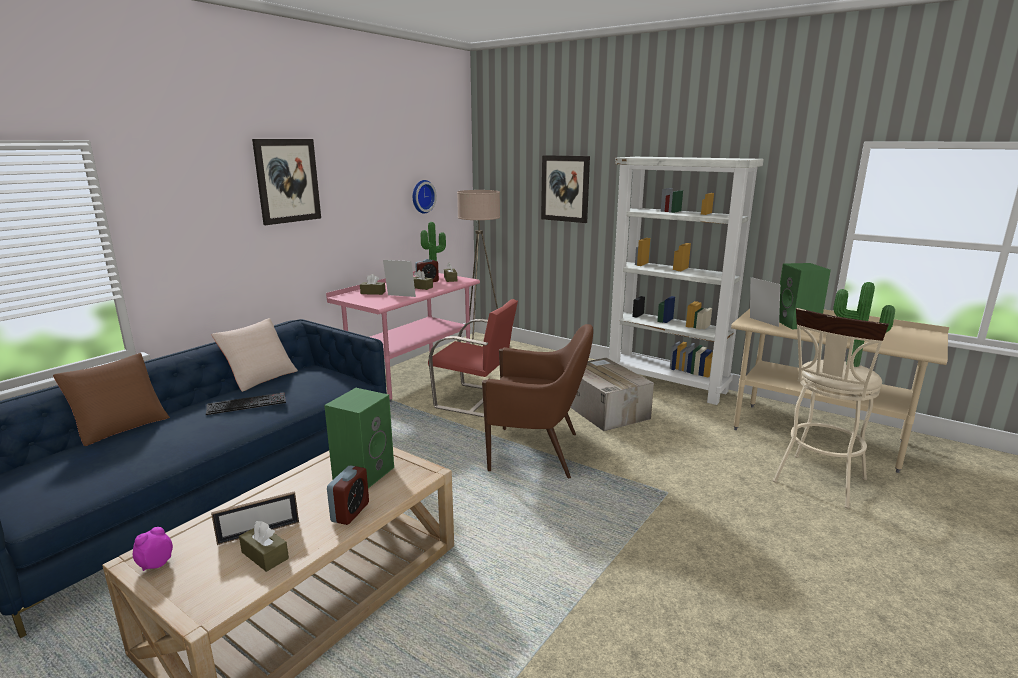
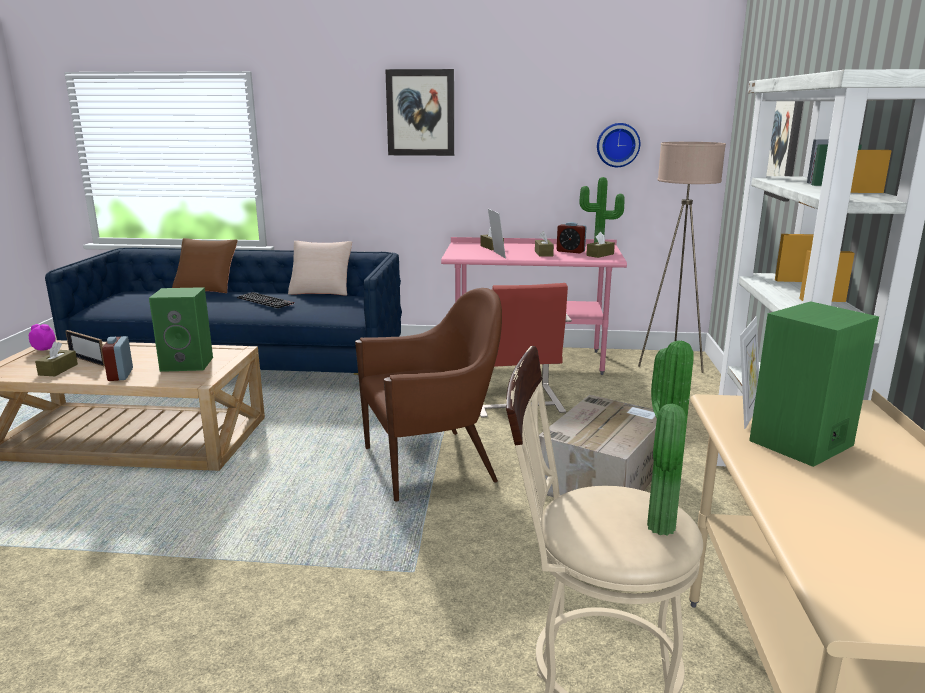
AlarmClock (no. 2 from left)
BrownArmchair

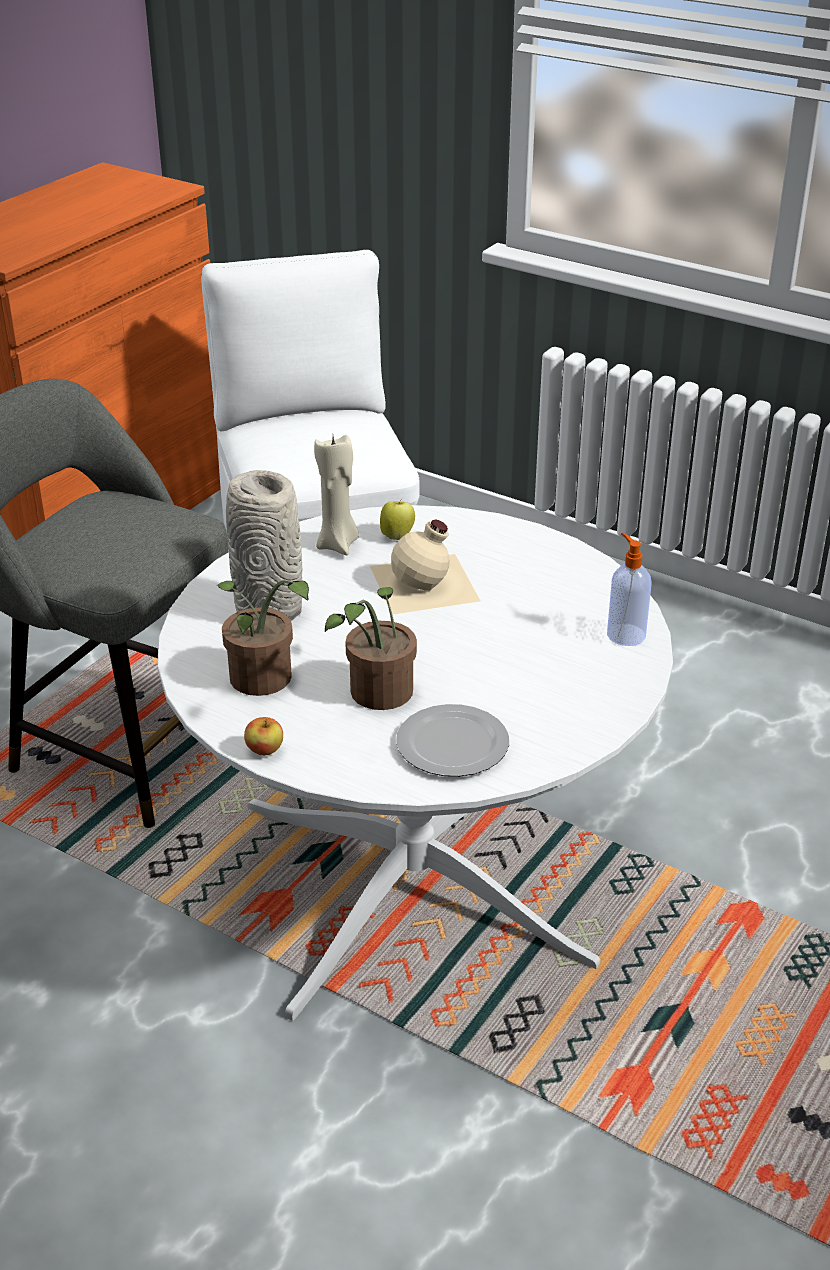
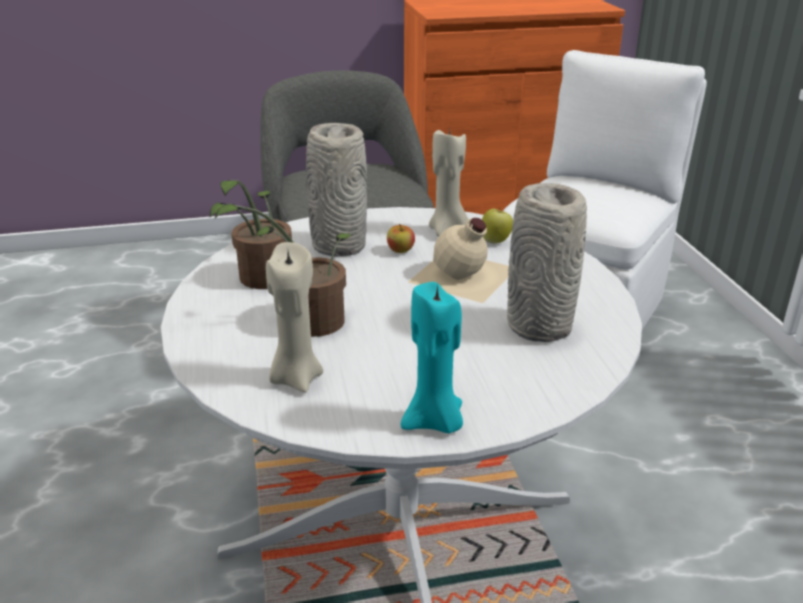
BeigeCandle (no. 1 from left)
Apple (no. 1 from left)
TurquoiseCandle
GreyVase (no. 2 from left)
SoapDispenser

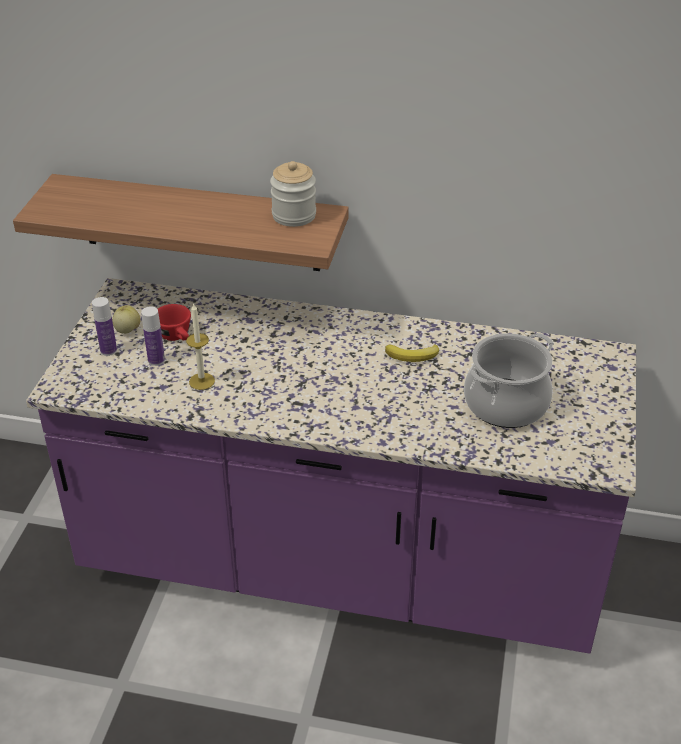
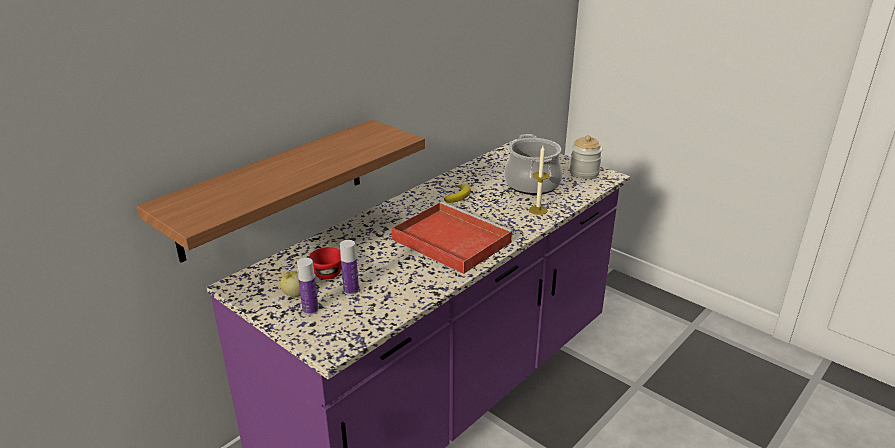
RedTray
Candle
Jar

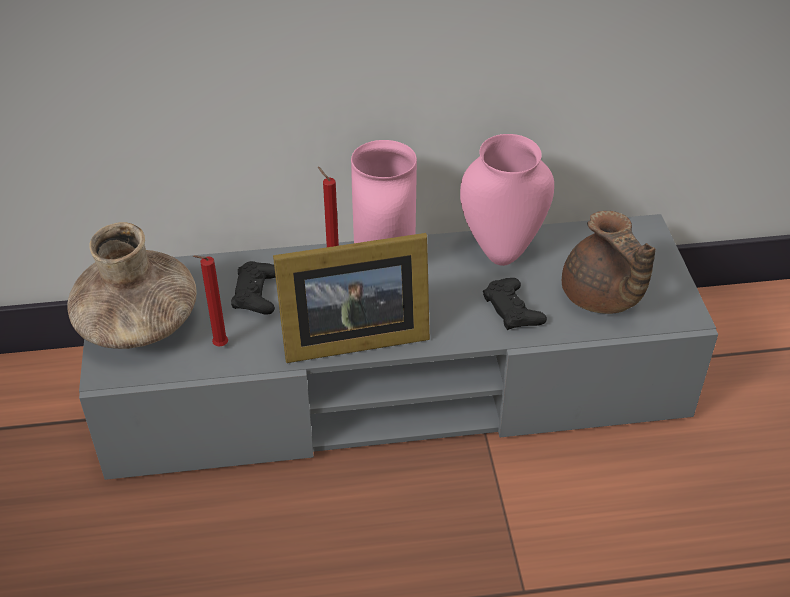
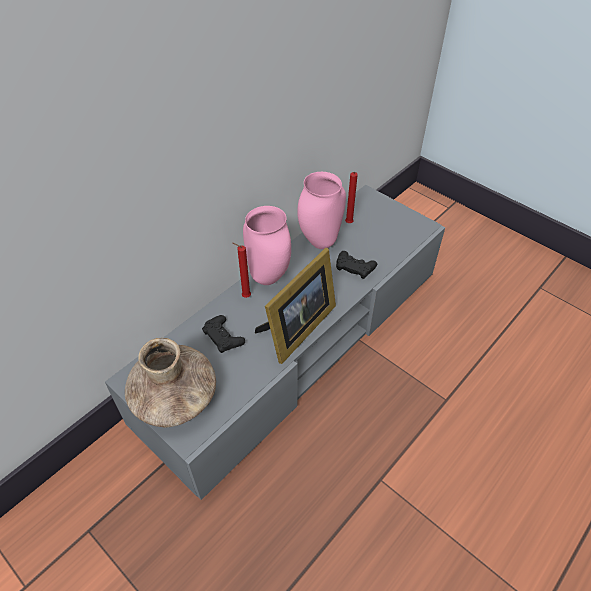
RedCandle (no. 2 from left)
BrownTeapot

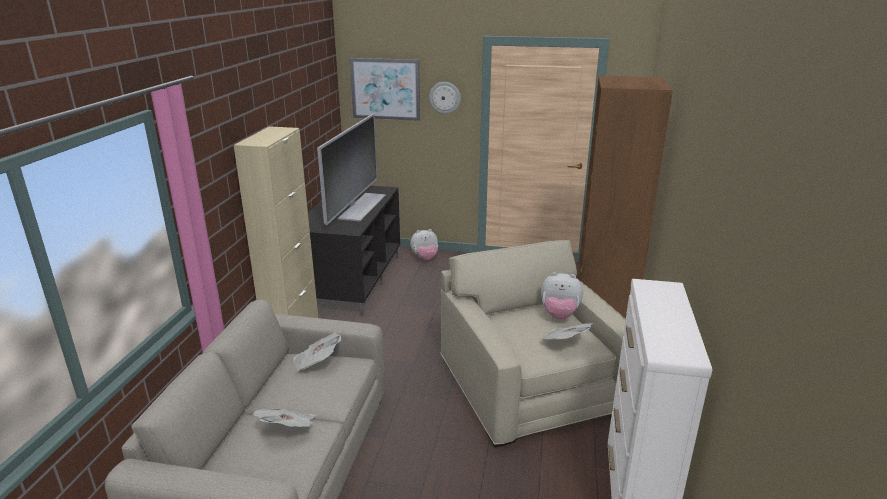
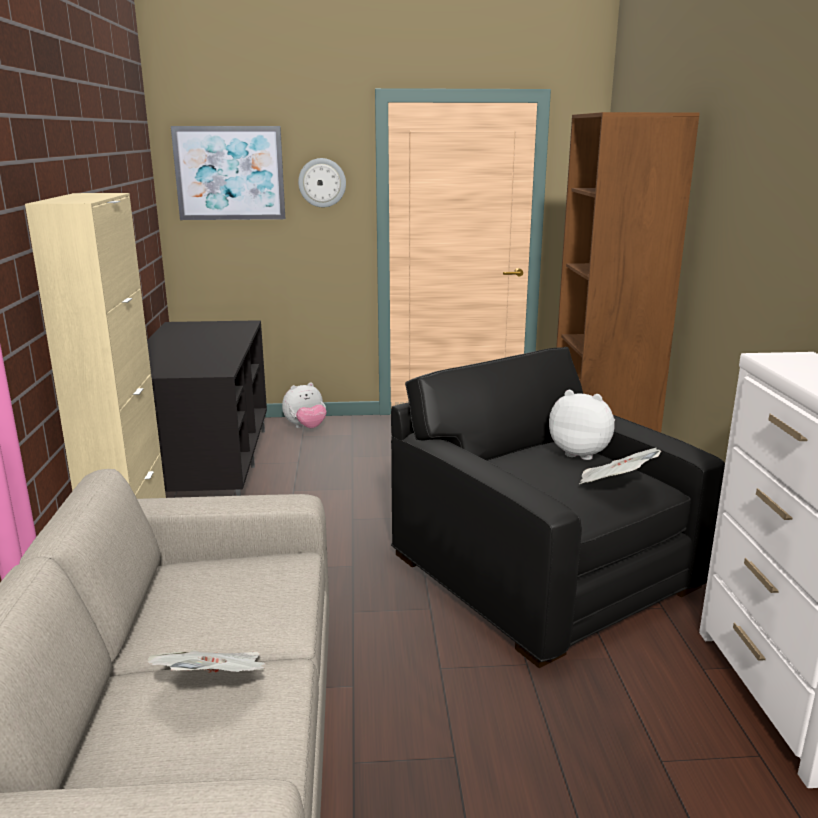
BlackArmchair
PlushToy (no. 2 from left)
Newspaper (no. 2 from left in the first image)
Television

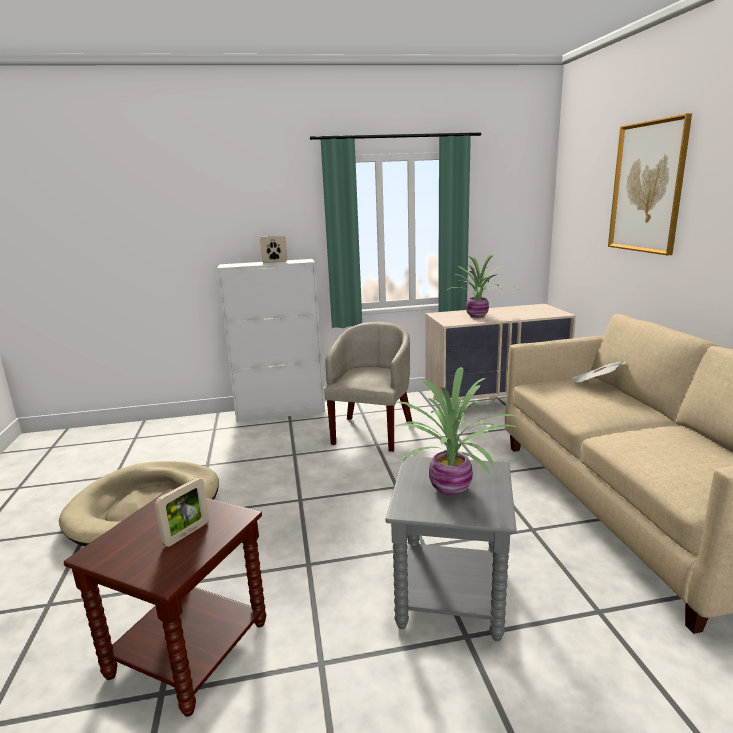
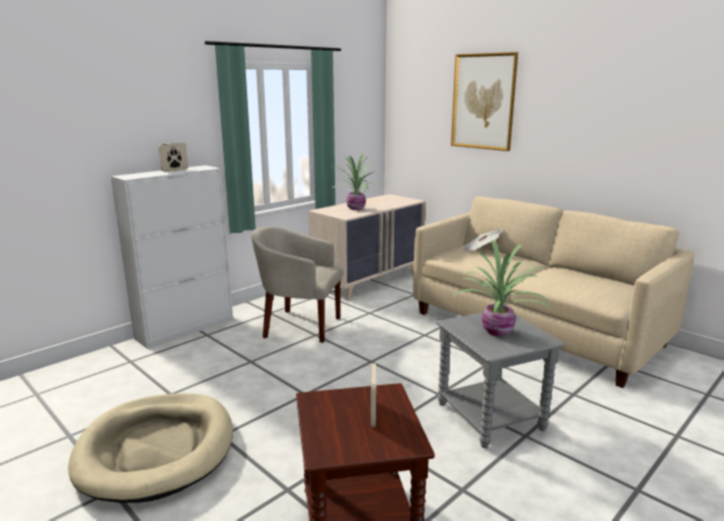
BeigeArmchair

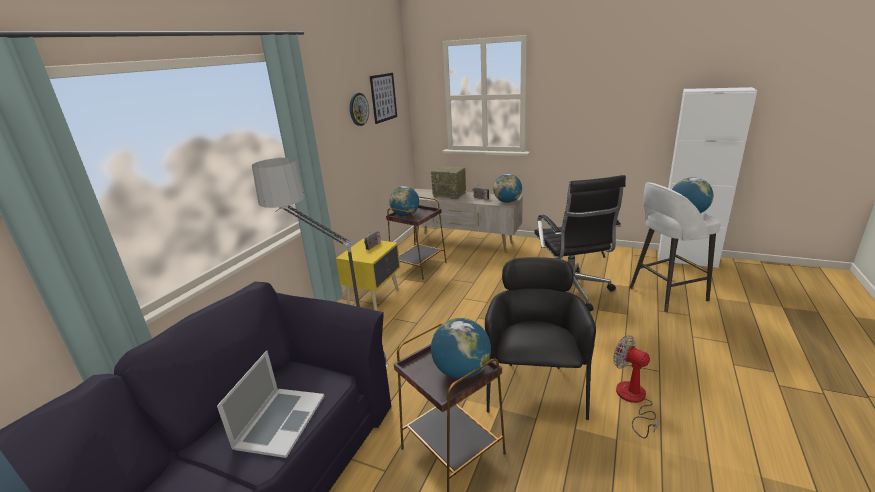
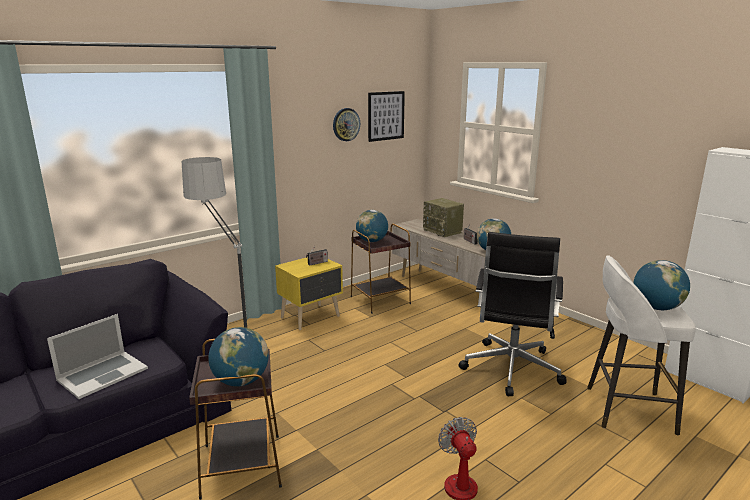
BlackArmchair

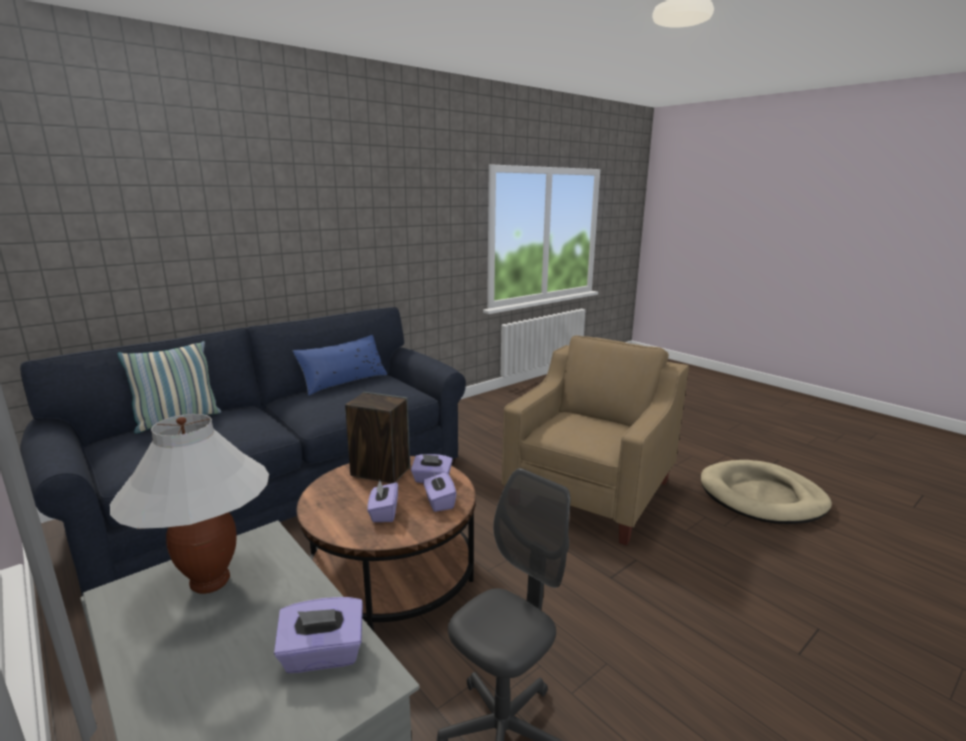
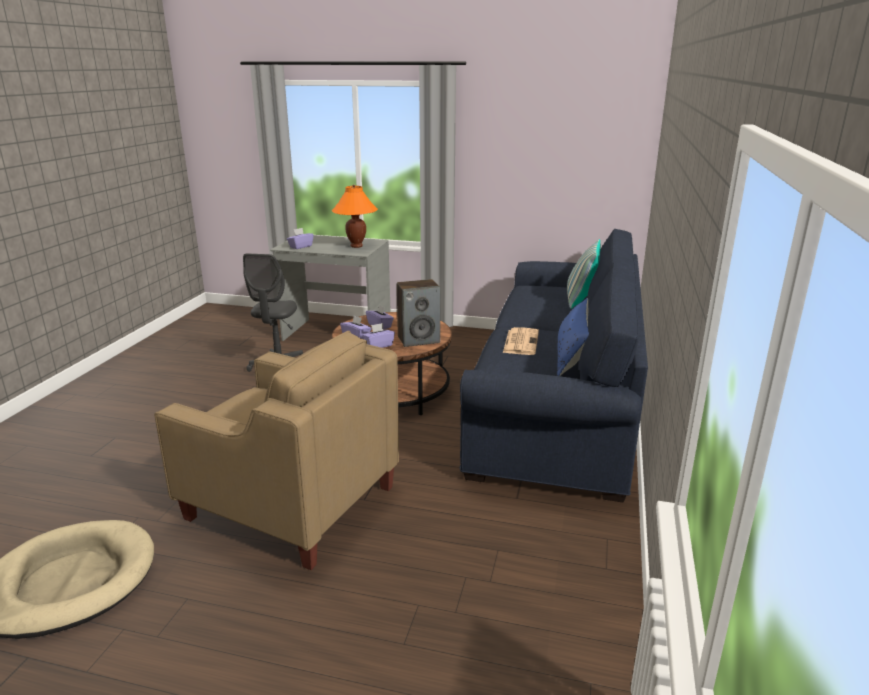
BeigeArmchair
OrangeTableLamp
Newspaper

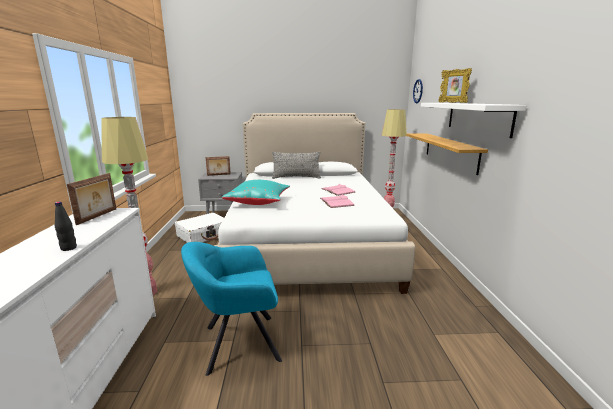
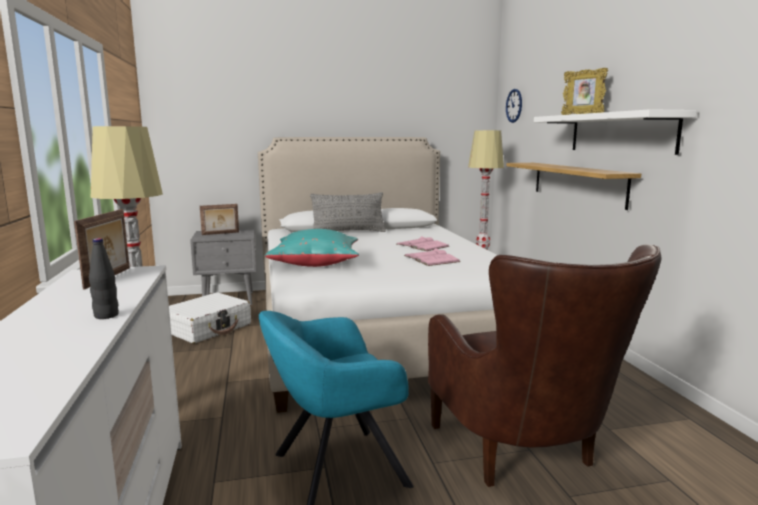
BrownArmchair

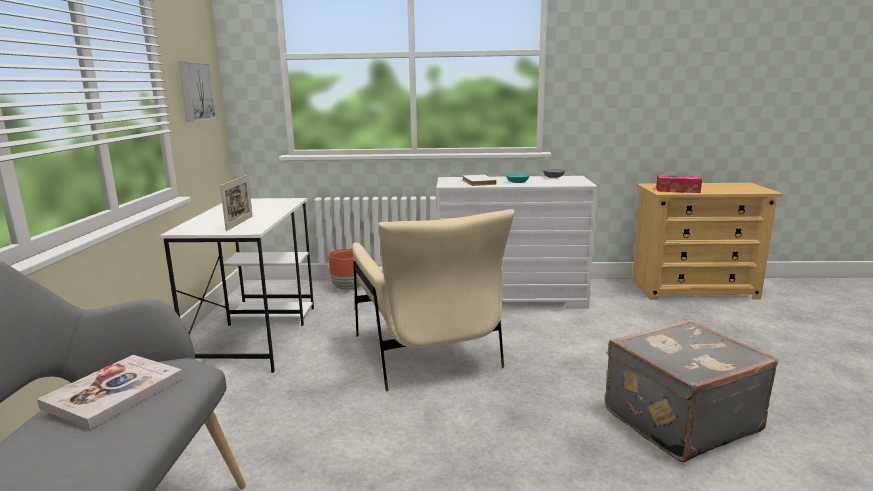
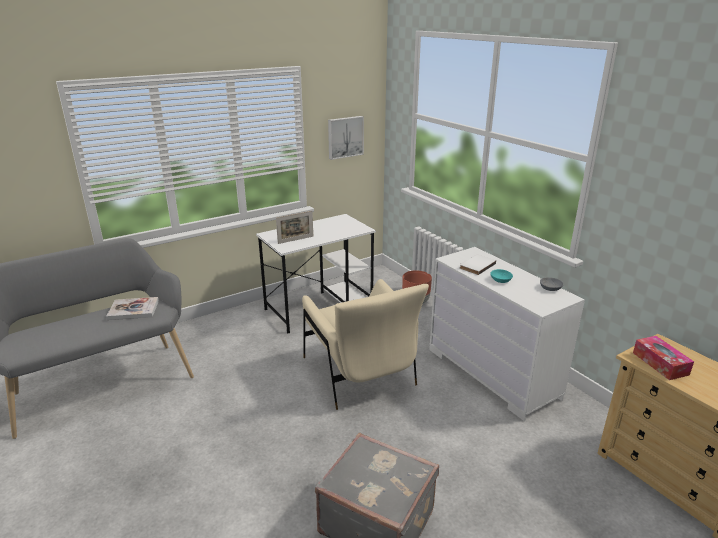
BeigeArmchair

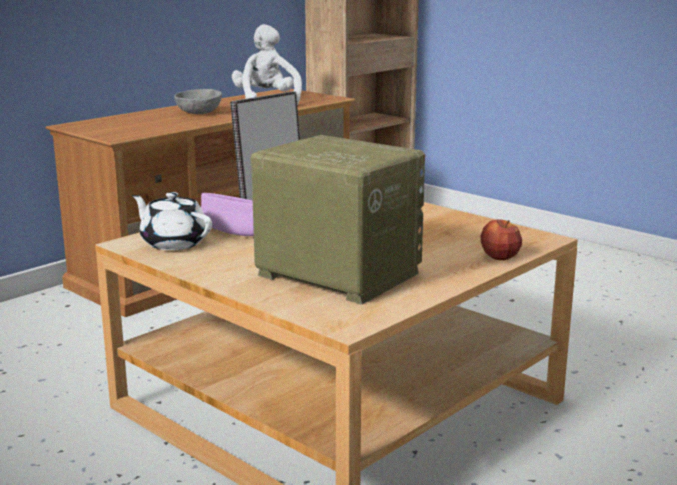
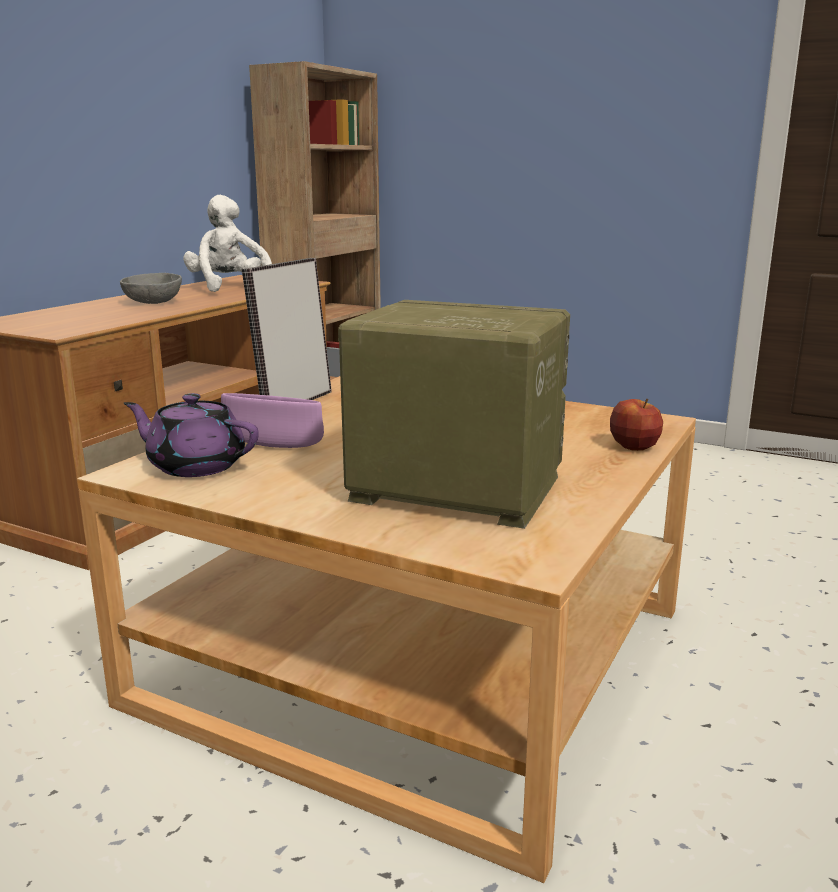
PurpleTeapot

